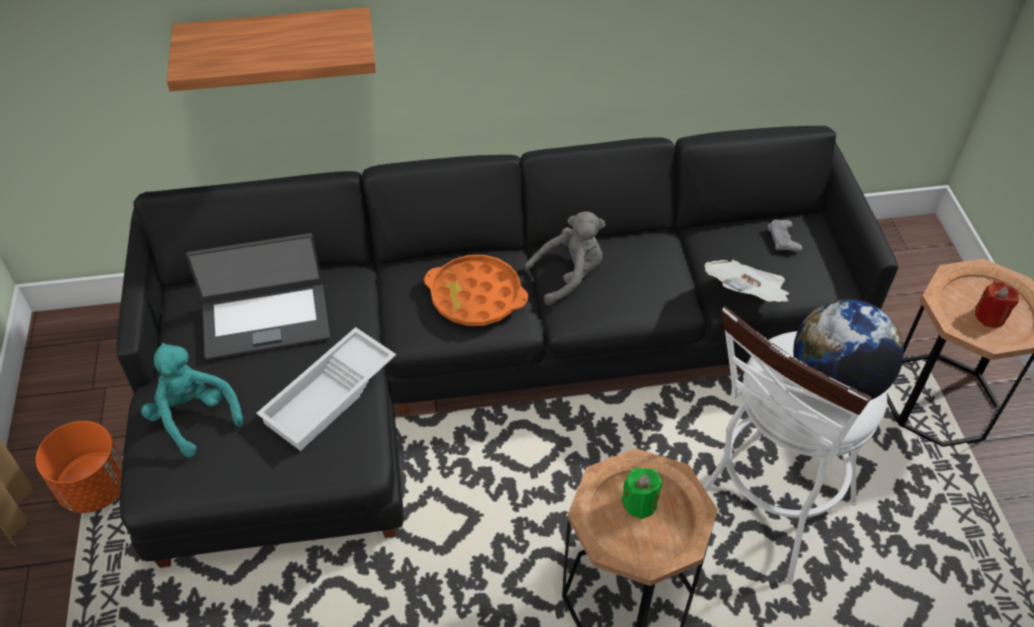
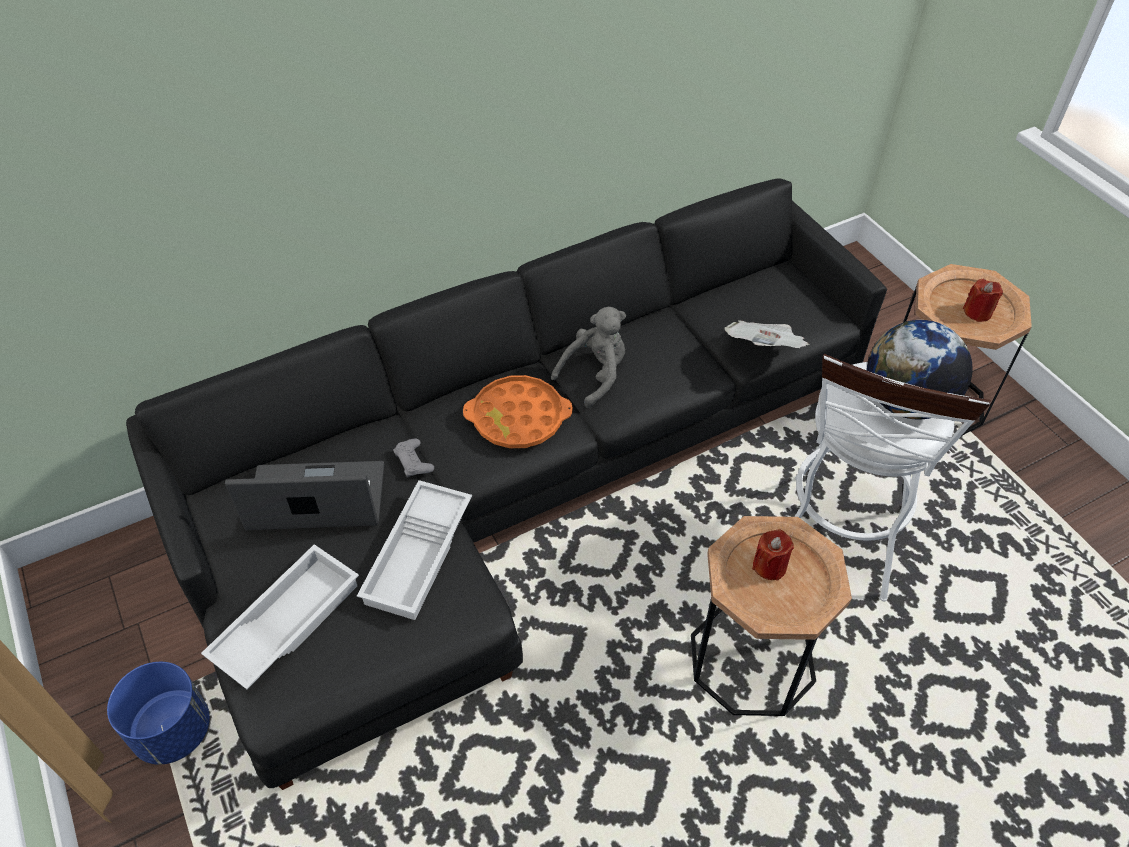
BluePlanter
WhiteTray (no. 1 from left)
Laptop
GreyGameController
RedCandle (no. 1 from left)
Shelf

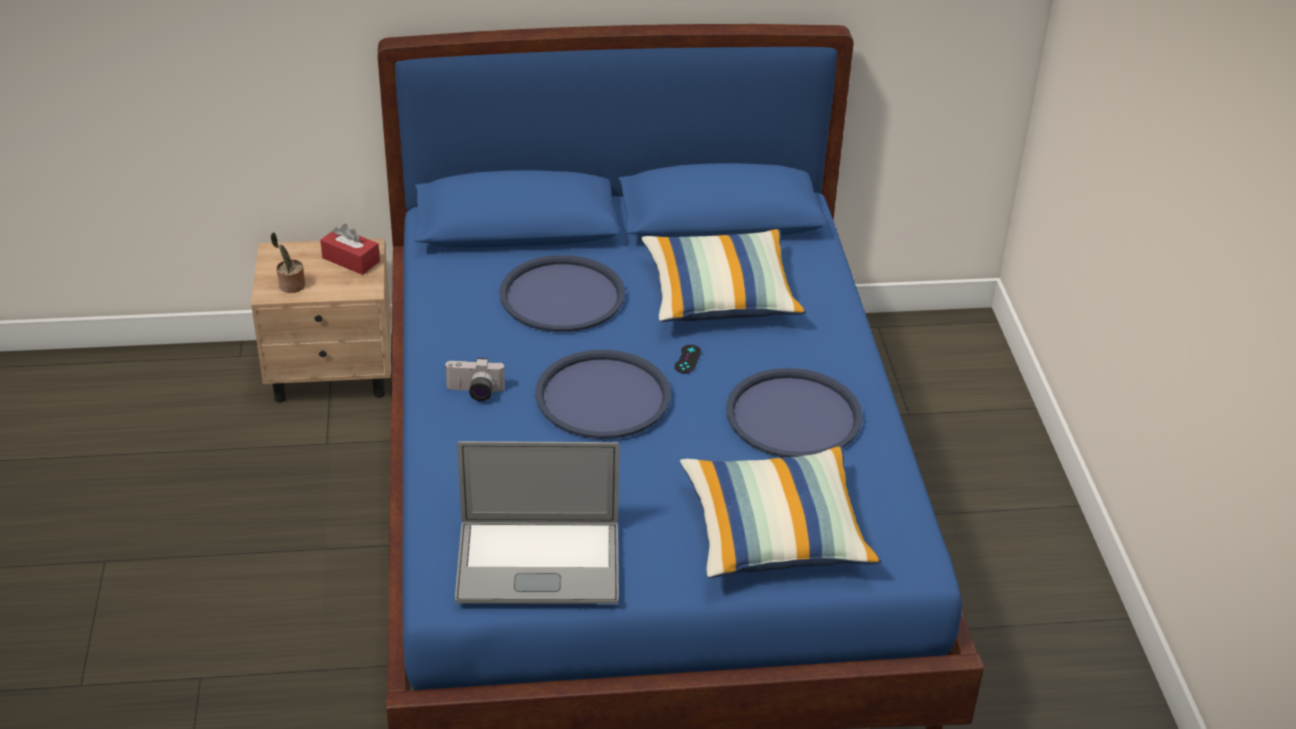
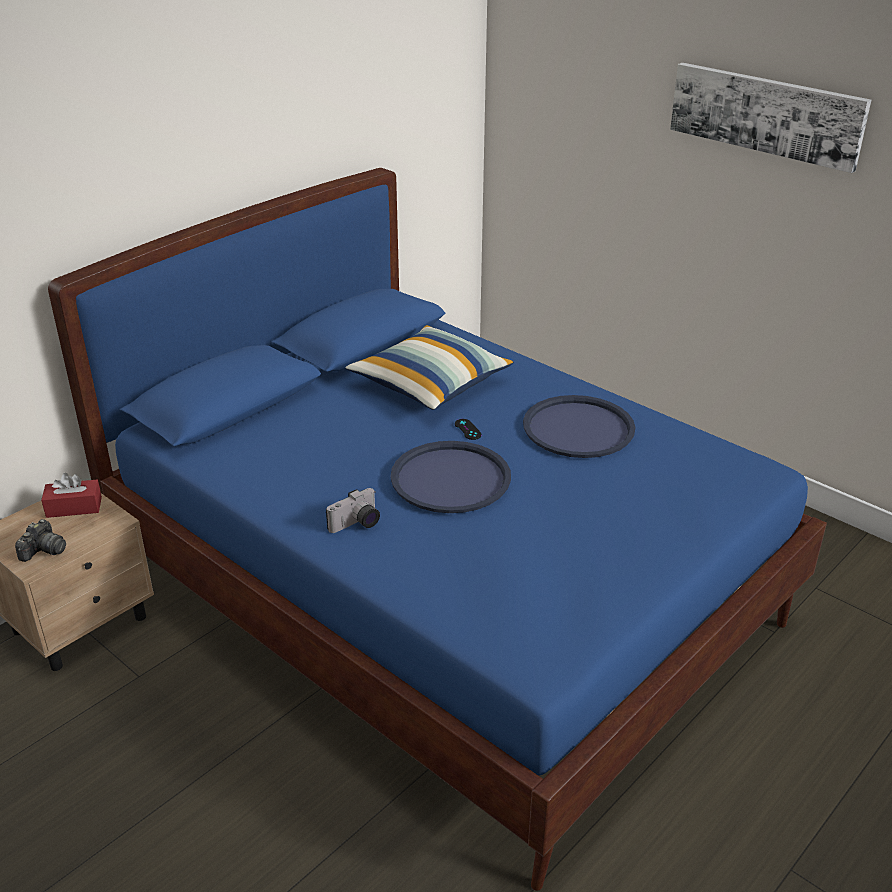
PhotoCamera (no. 1 from left)
Picture
Laptop
BlueTray (no. 1 from left in the first image)
Pillow (no. 2 from left in the first image)

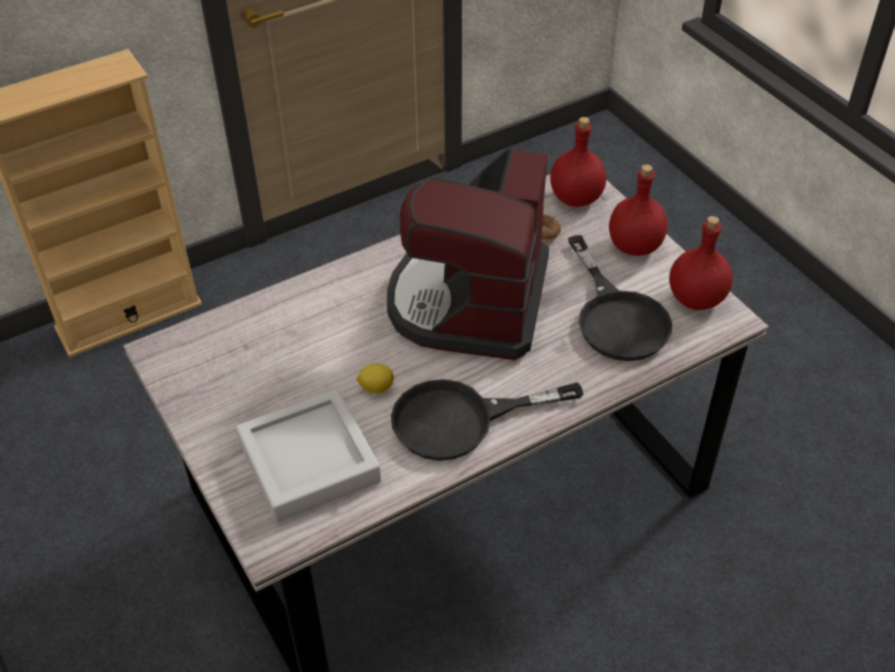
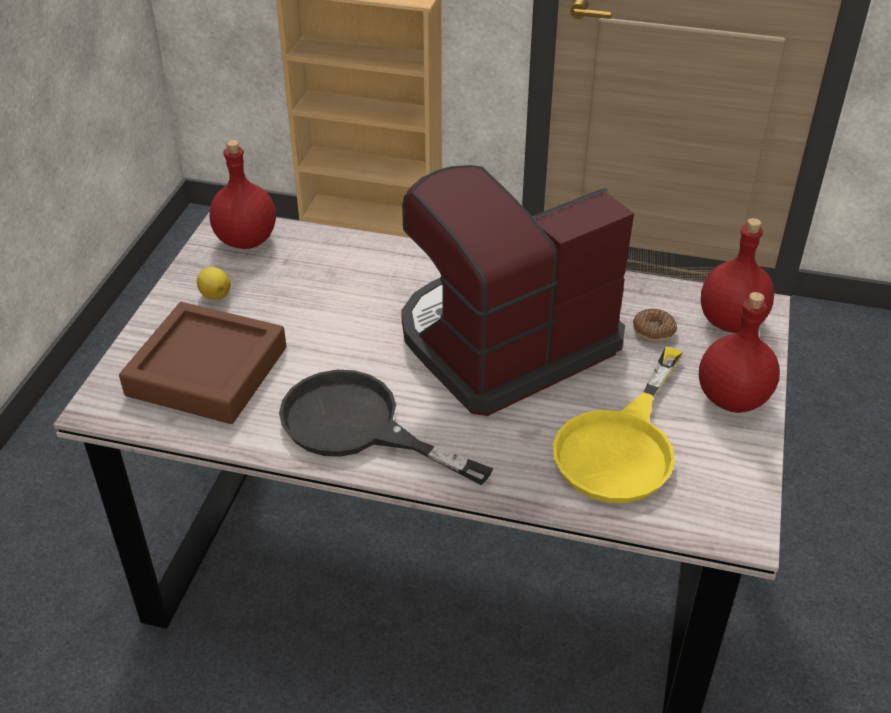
BrownTray
Lemon
RedBottle (no. 1 from left)
YellowFryingPan

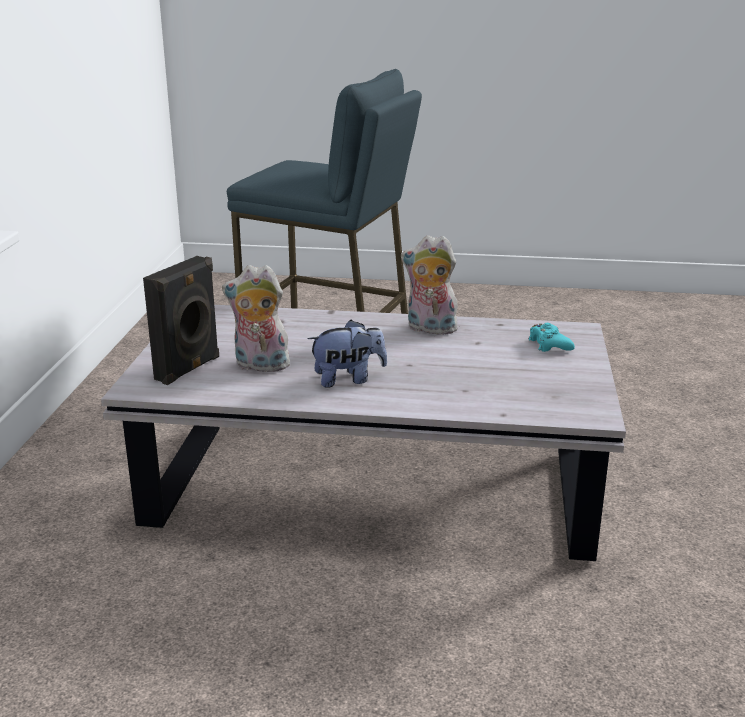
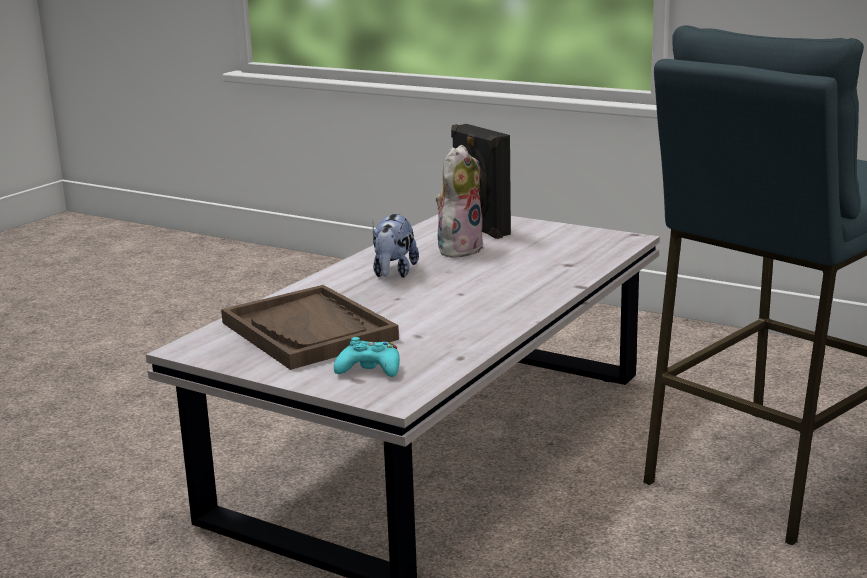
BrownTray
PlushToy (no. 3 from left in the first image)

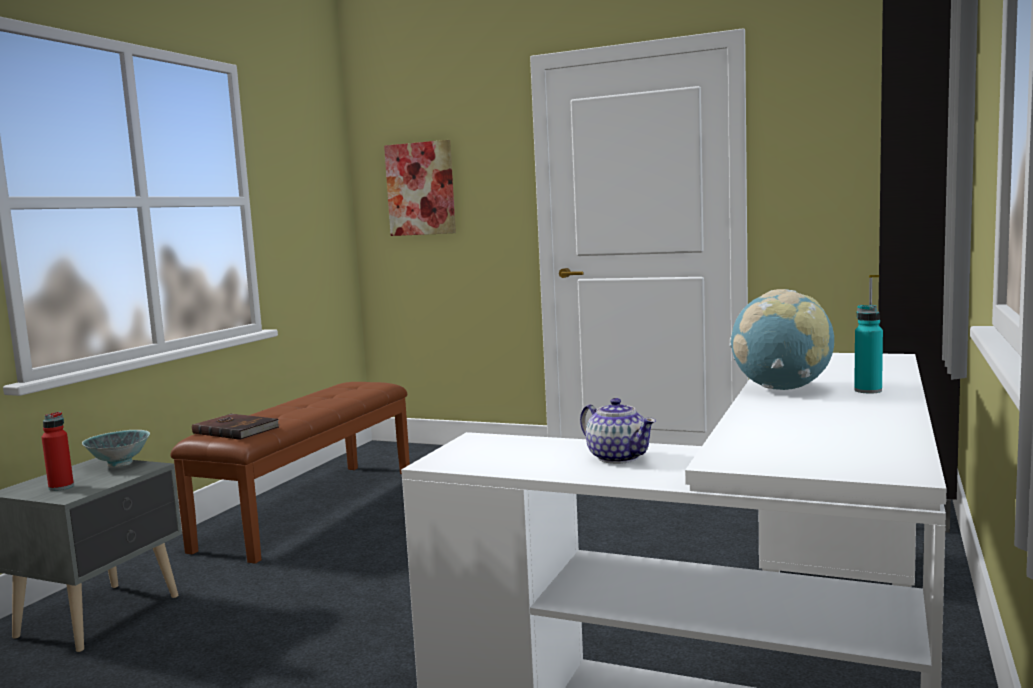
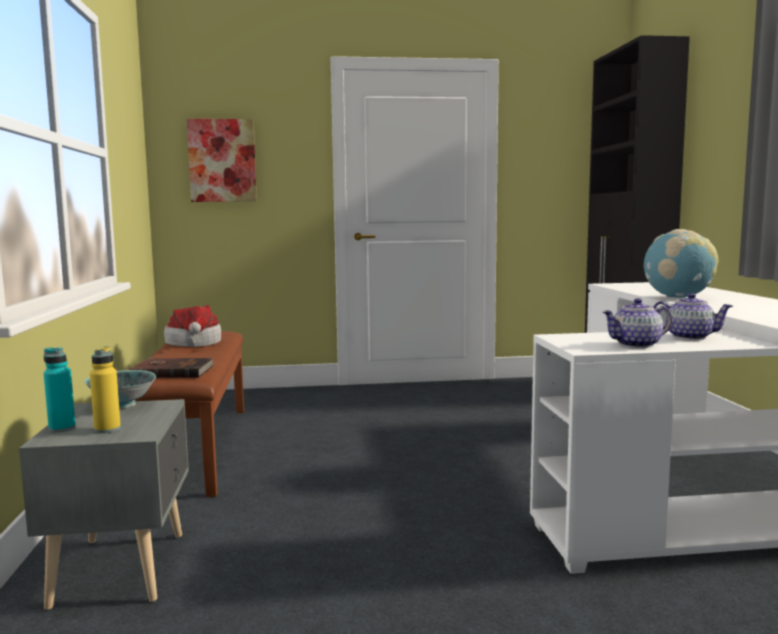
TurquoiseBottle
YellowBottle
Hat
Teapot (no. 1 from left)

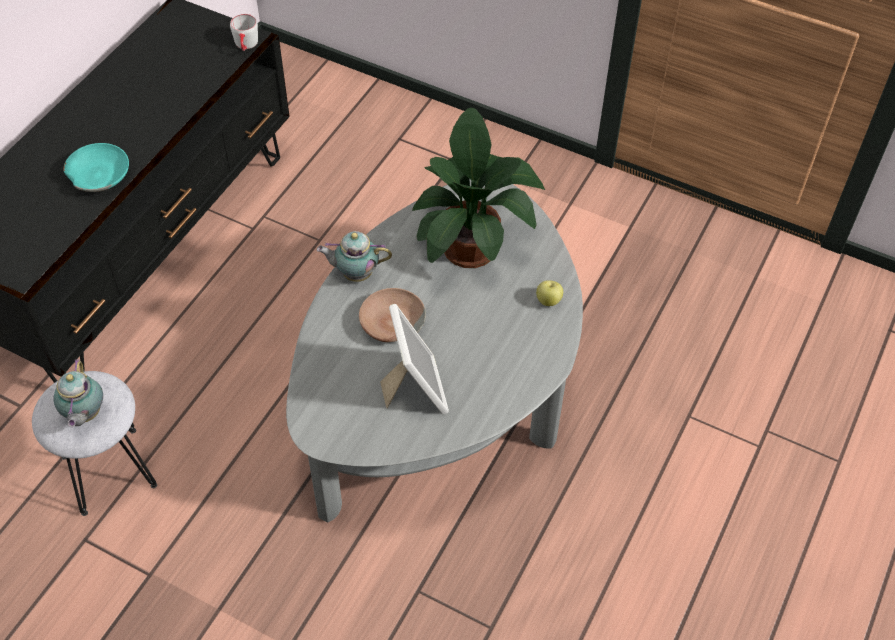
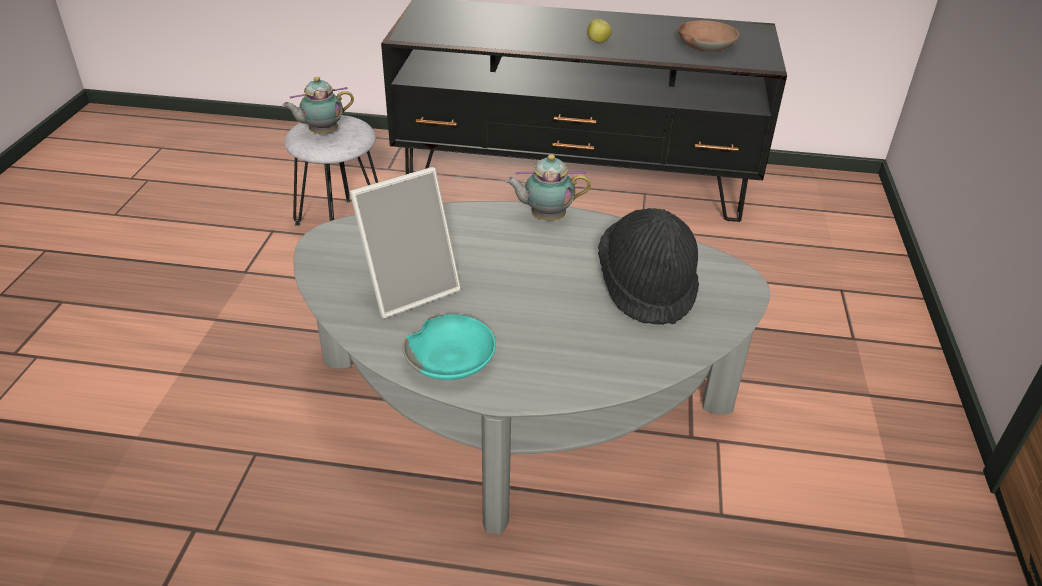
TurquoiseBowl
Teapot (no. 2 from left)
Apple
BlackHat
BrownBowl
GreyMug

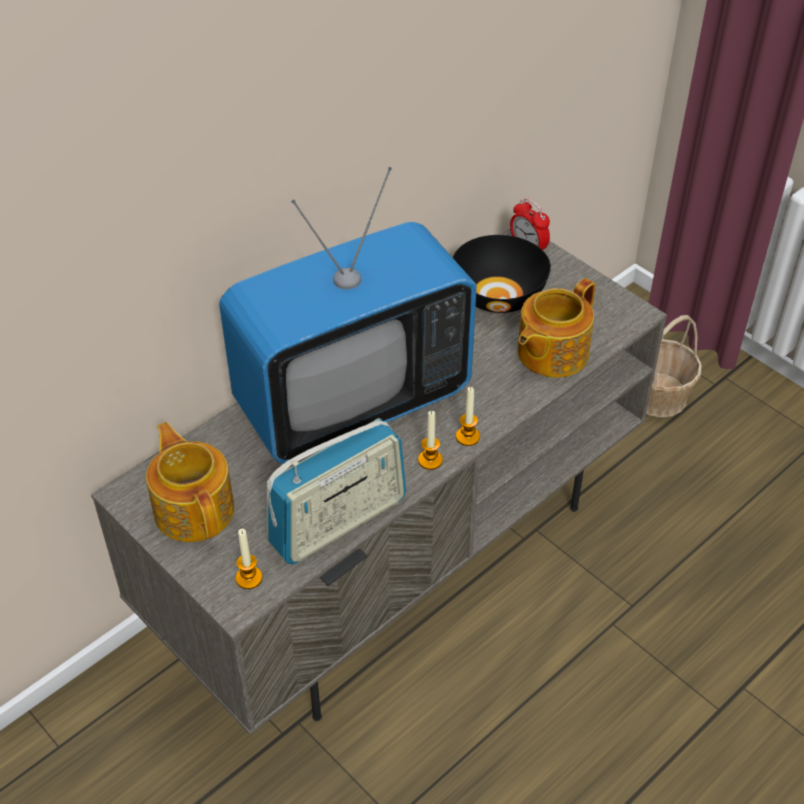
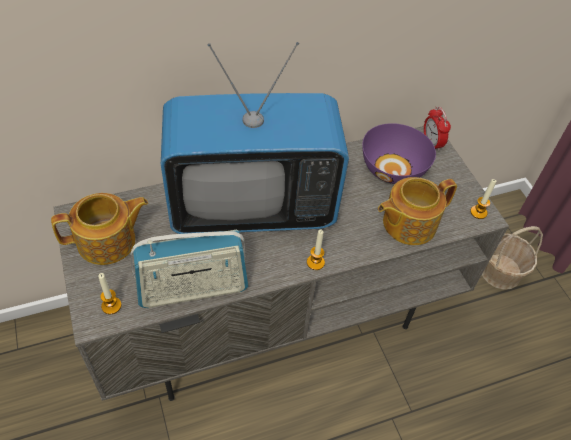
Teapot (no. 1 from left)
PurpleBowl
Candle (no. 3 from left)

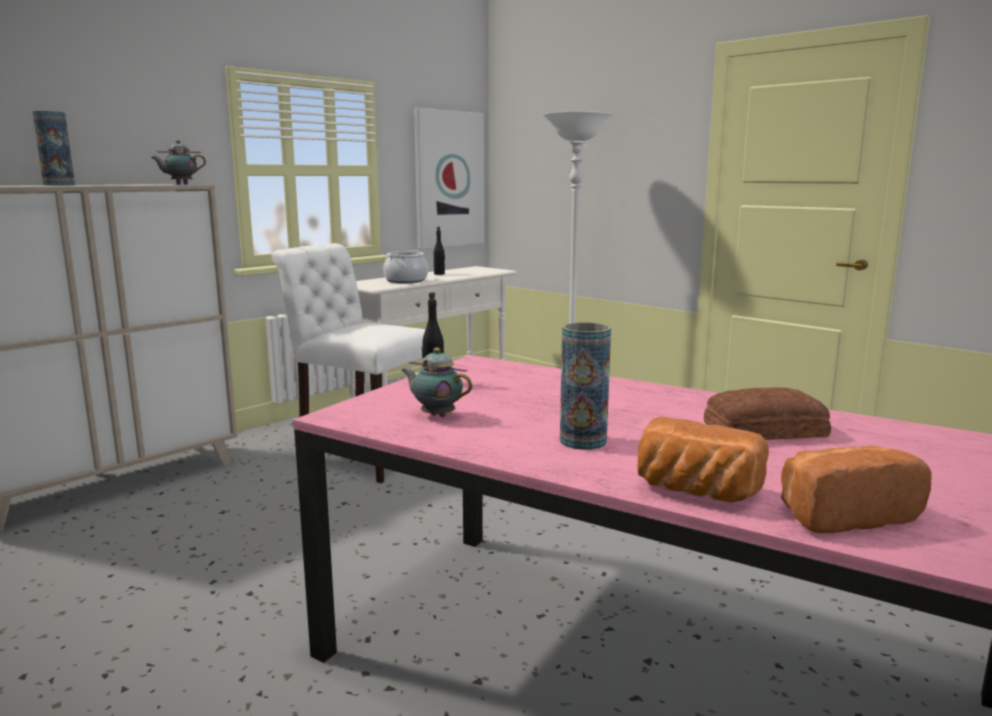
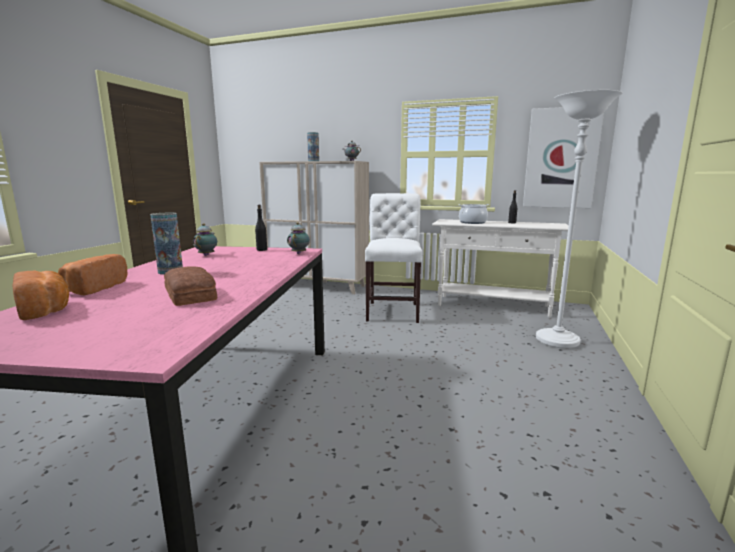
Teapot (no. 2 from left)

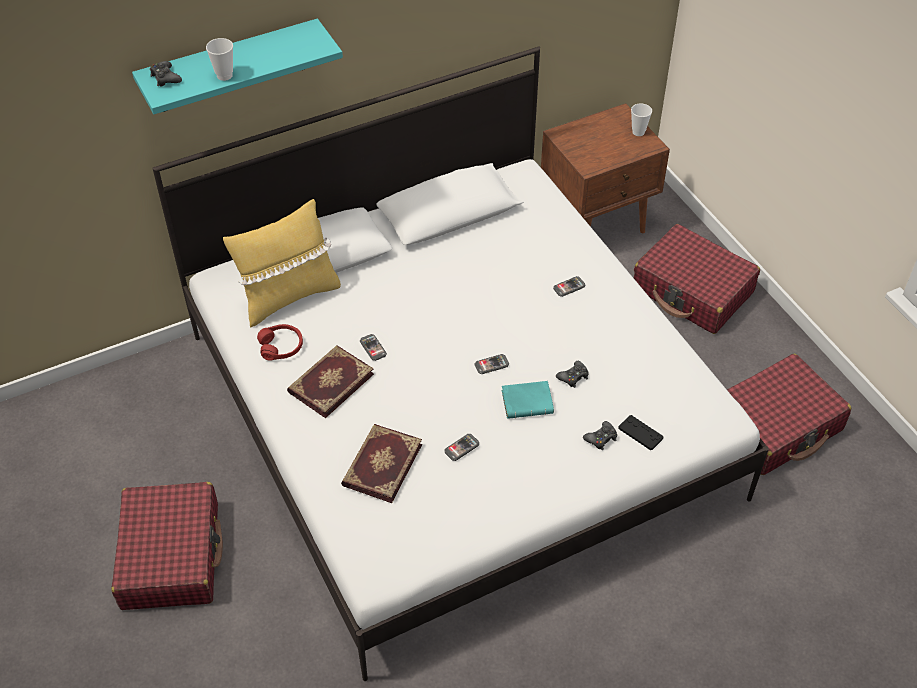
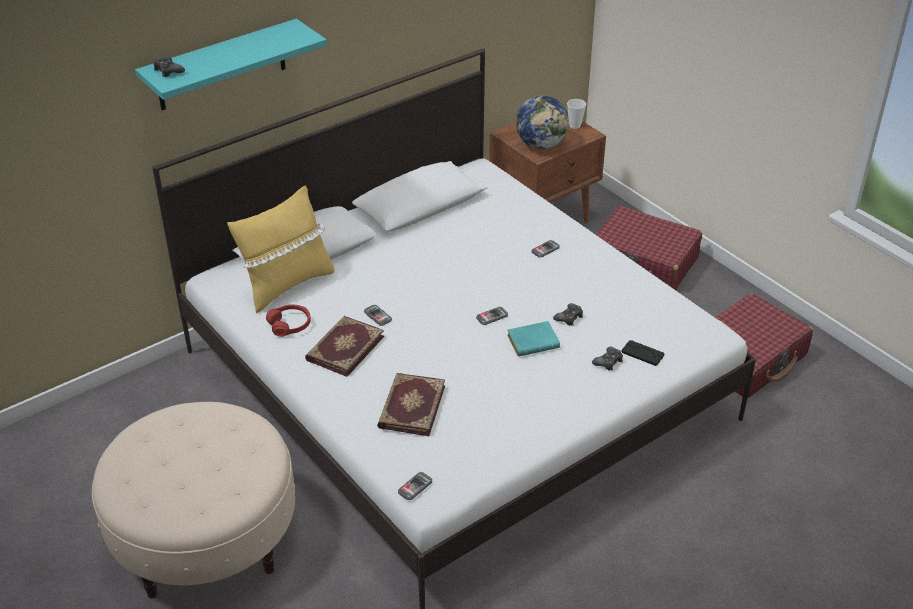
BeigeOttoman
Phone (no. 2 from left)
Globe
Cup (no. 1 from left in the first image)

